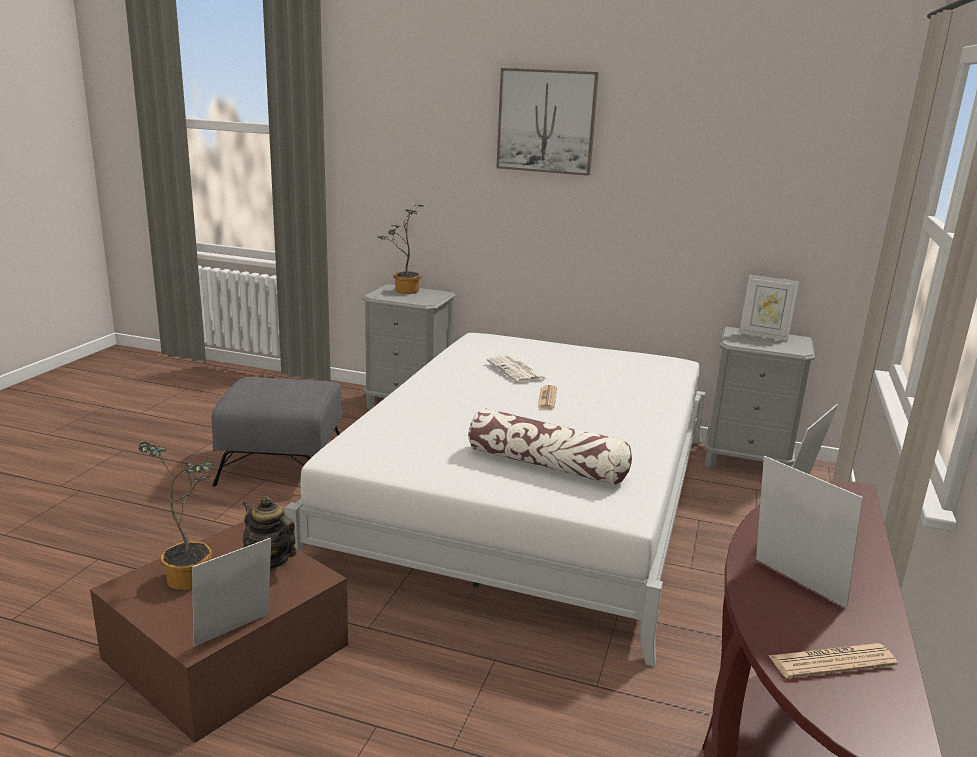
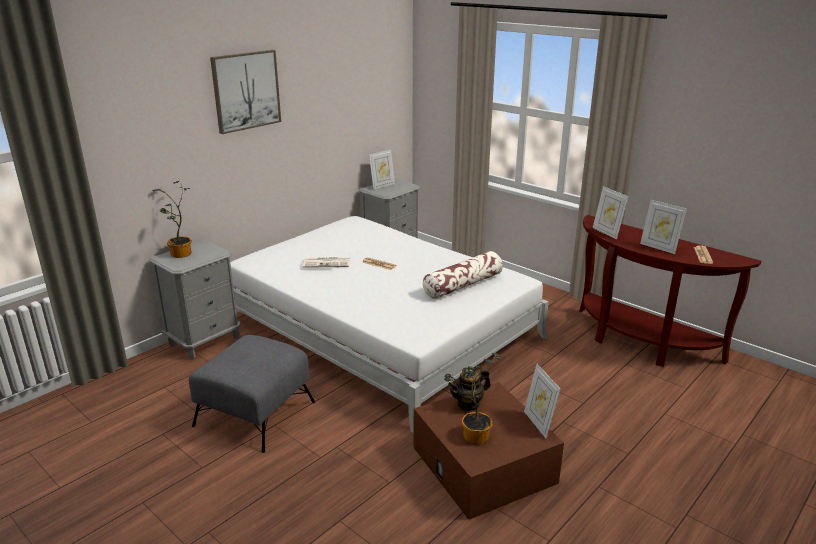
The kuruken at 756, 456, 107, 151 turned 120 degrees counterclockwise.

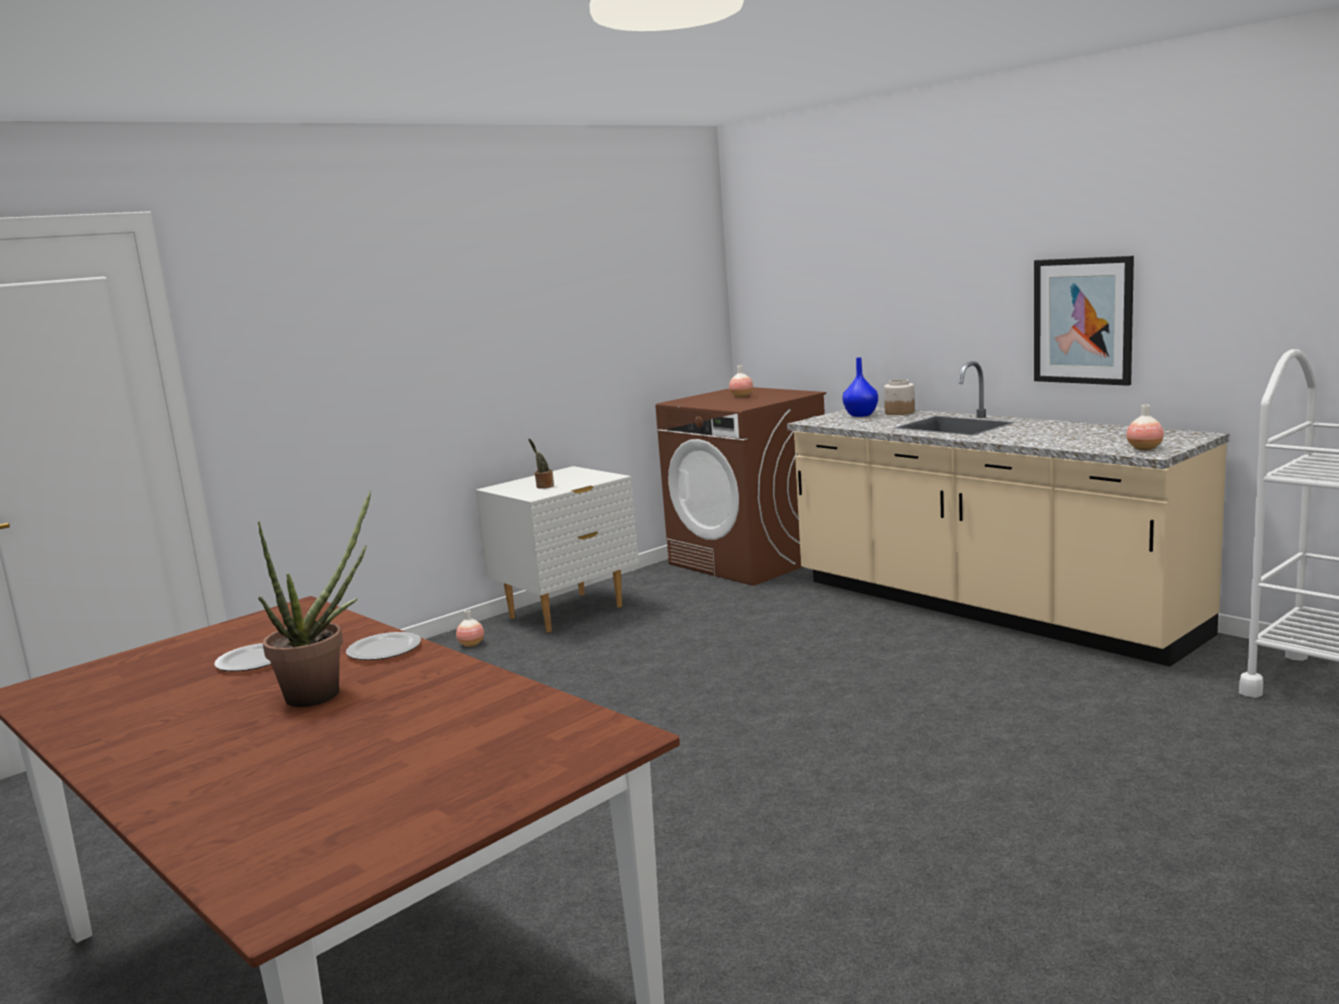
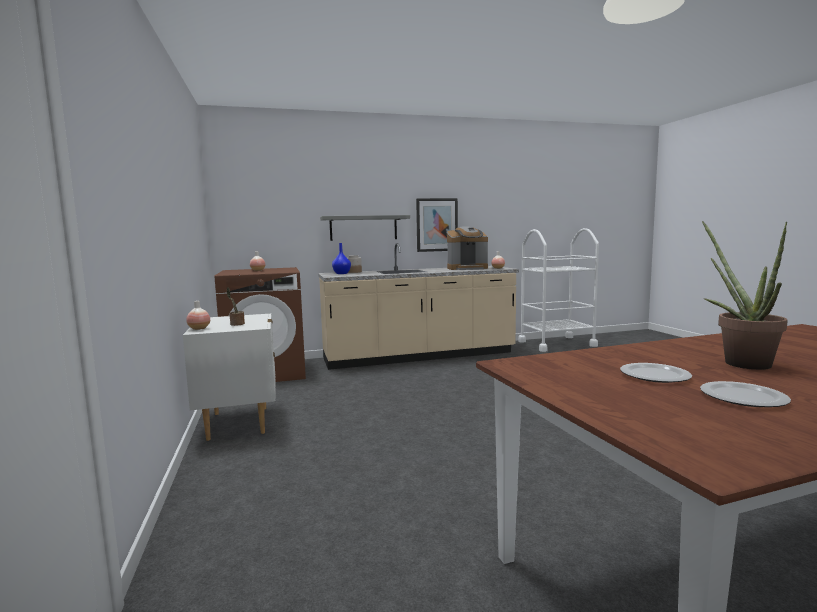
The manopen moved from 346, 632, 75, 28 to 700, 381, 91, 26. The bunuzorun moved from 456, 610, 28, 37 to 186, 301, 24, 29. The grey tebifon at 320, 215, 90, 26 appeared. The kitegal at 447, 226, 41, 44 appeared.

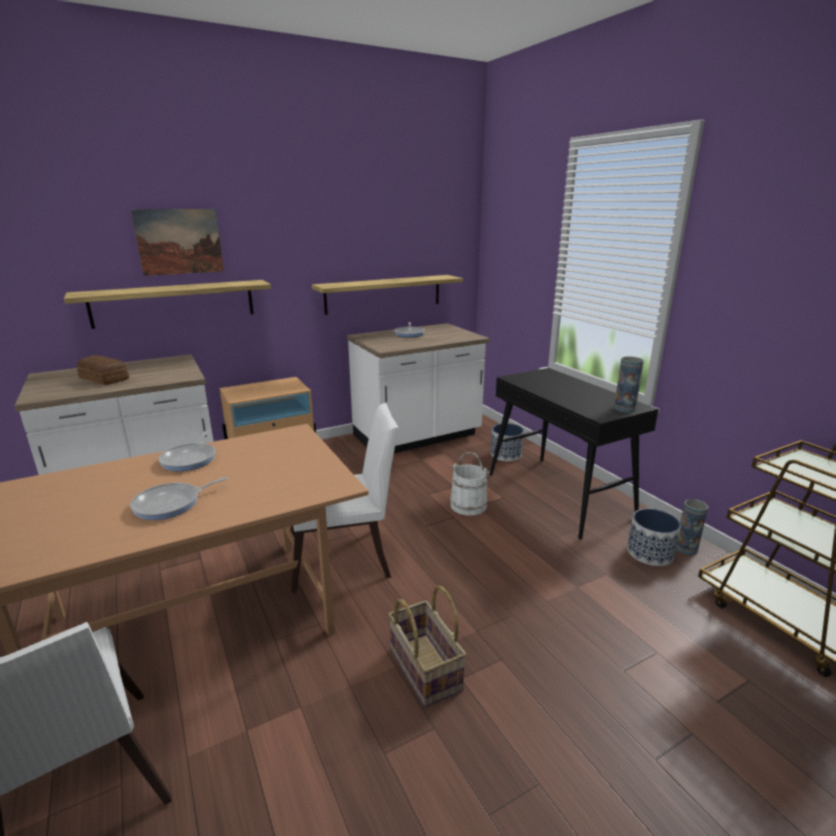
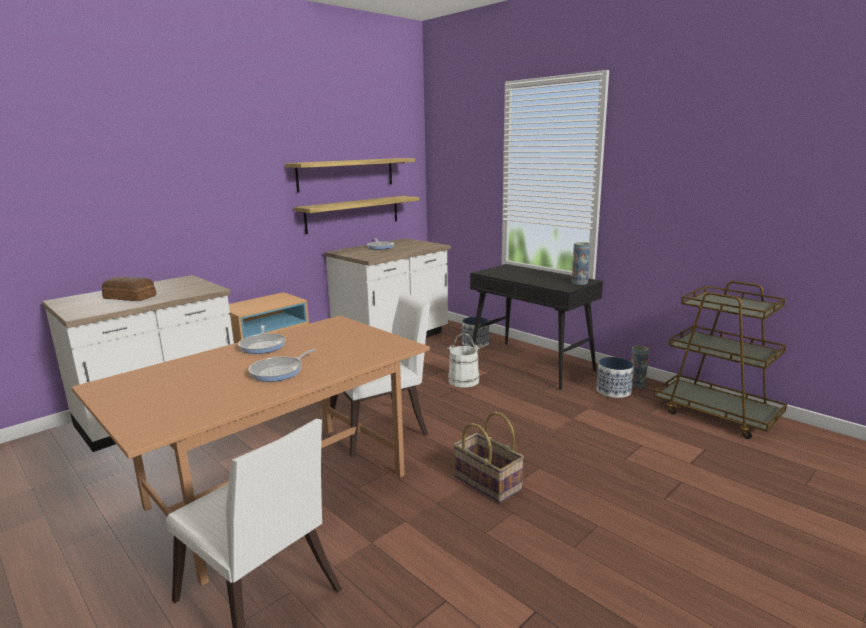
The tebifon moved from 64, 280, 207, 49 to 285, 158, 130, 34. The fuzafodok at 131, 209, 93, 67 disappeared.

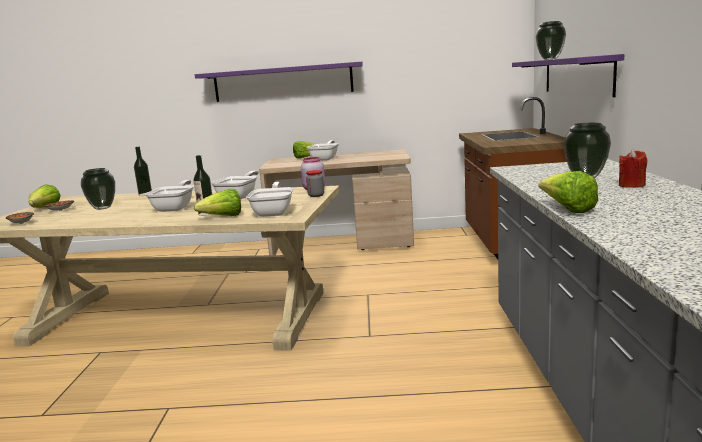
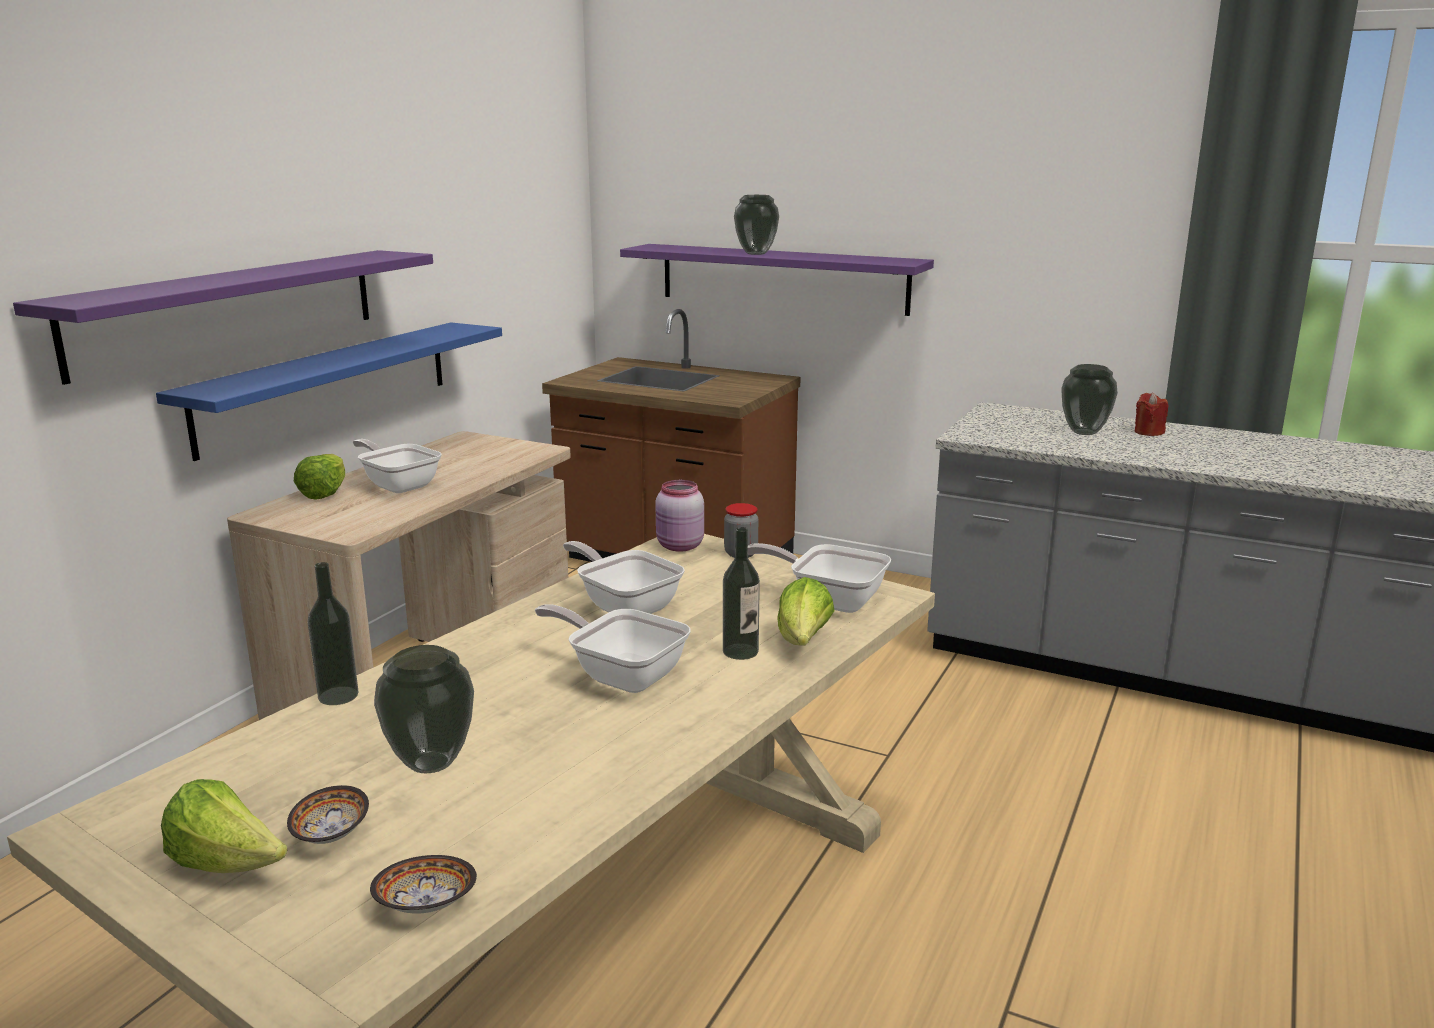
The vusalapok at 538, 171, 60, 42 disappeared. The blue tebifon at 156, 322, 346, 139 appeared.

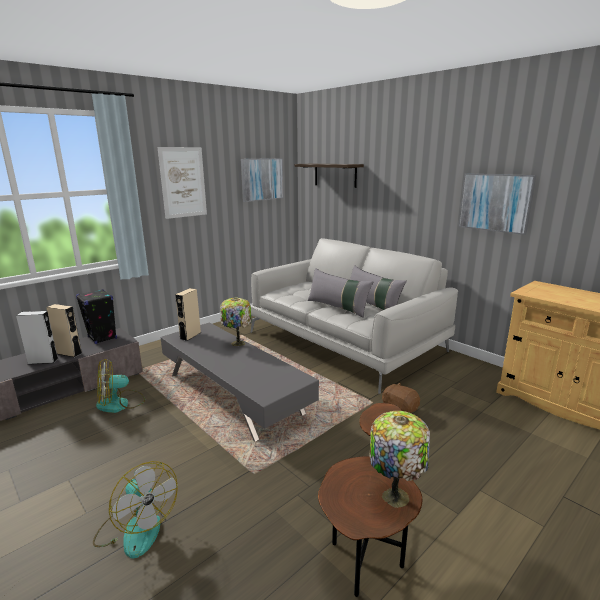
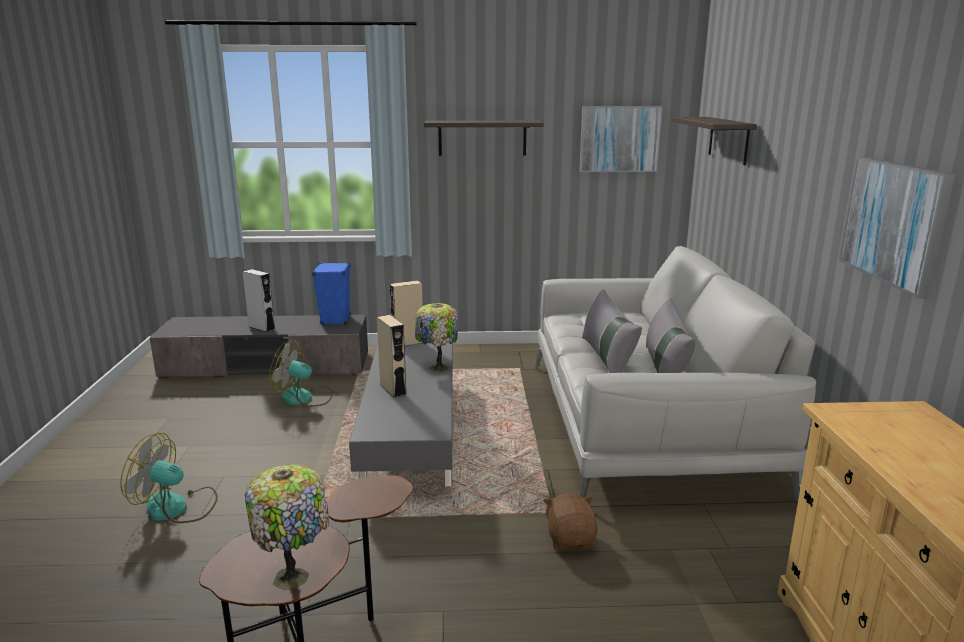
The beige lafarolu moved from 46, 304, 36, 53 to 377, 315, 30, 83. The black lafarolu at 76, 289, 41, 55 became the blue lafarolu at 312, 262, 39, 63. The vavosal at 93, 461, 85, 98 turned 105 degrees clockwise. The fuzafodok at 157, 147, 50, 72 was replaced by the tebifon at 424, 120, 120, 36.

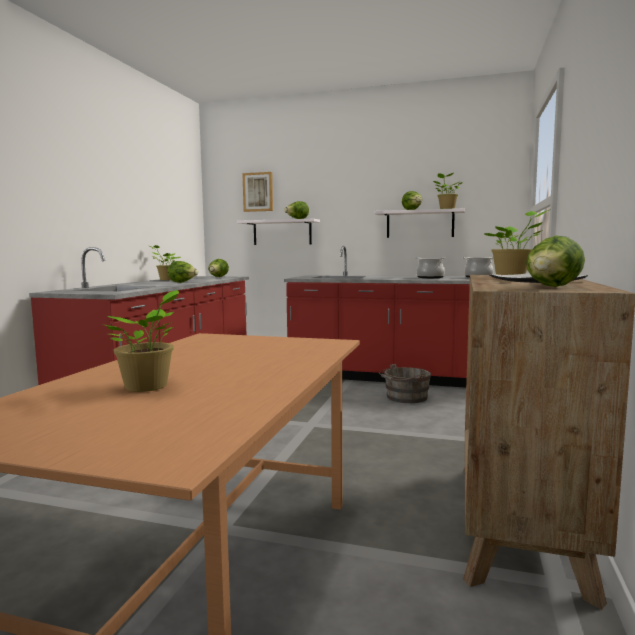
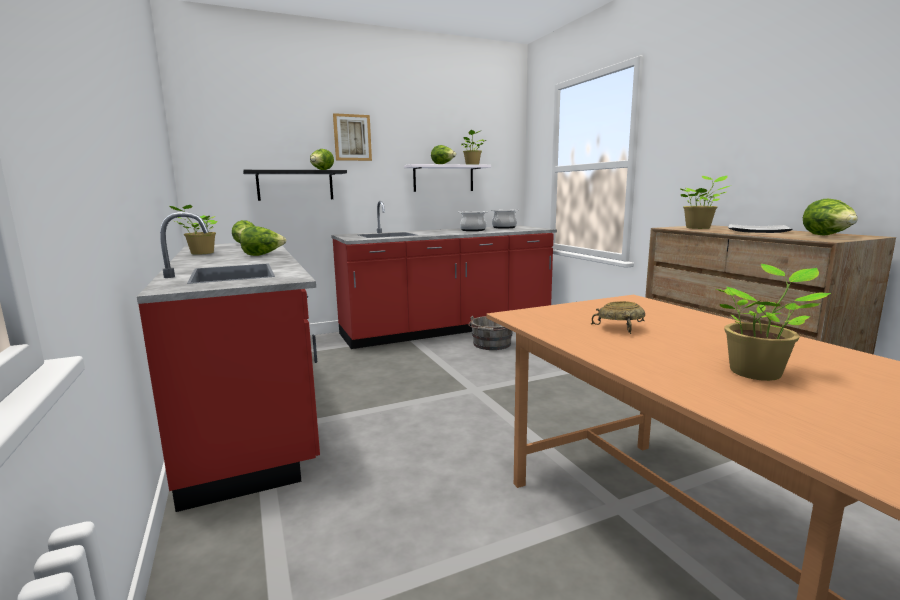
The white tebifon at 237, 219, 83, 26 became the black tebifon at 243, 170, 104, 31. The fuzafodok moved from 242, 172, 31, 40 to 333, 113, 39, 48. The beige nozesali at 591, 301, 54, 33 appeared.

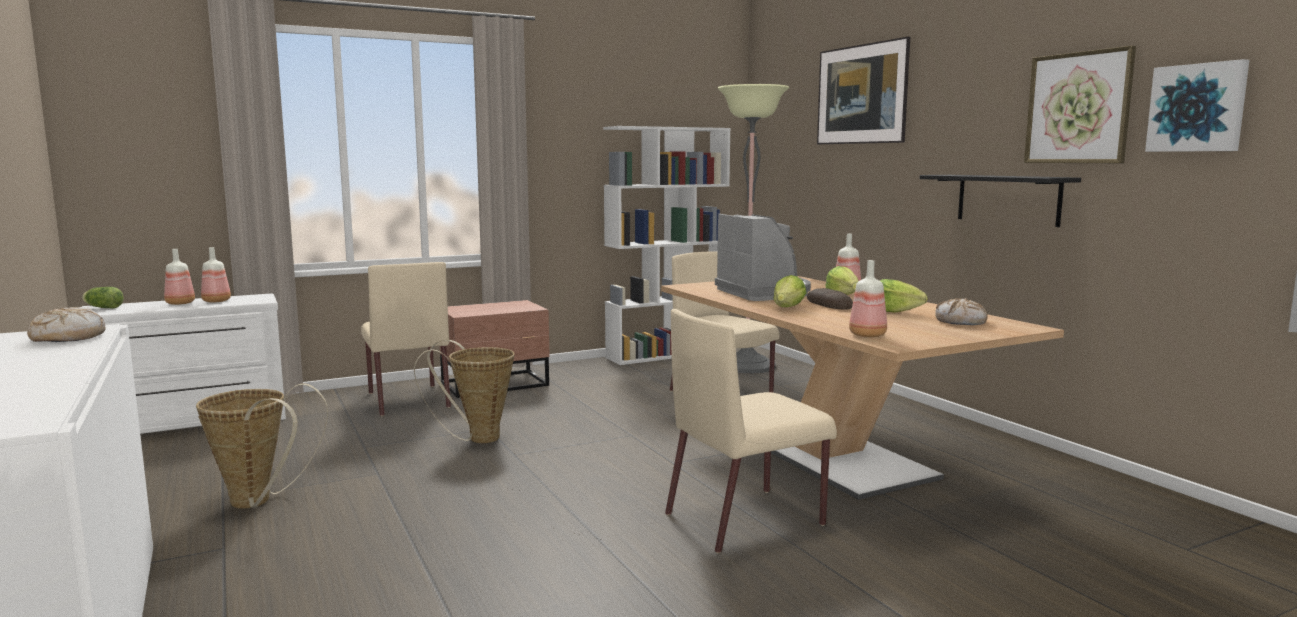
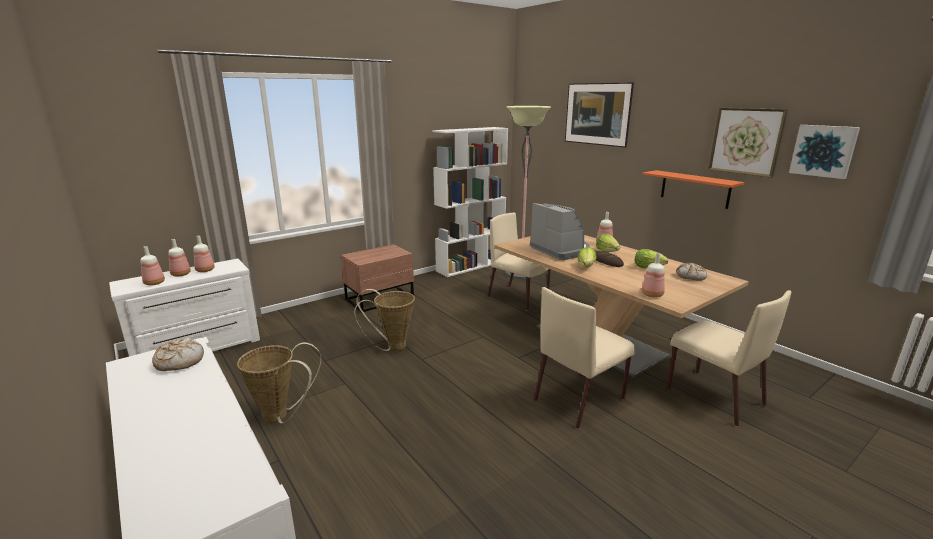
The vusalapok at 82, 287, 42, 22 disappeared. The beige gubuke moved from 361, 262, 90, 154 to 667, 290, 124, 136. The black tebifon at 920, 175, 161, 52 became the orange tebifon at 642, 170, 102, 39. The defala at 140, 246, 25, 40 appeared.

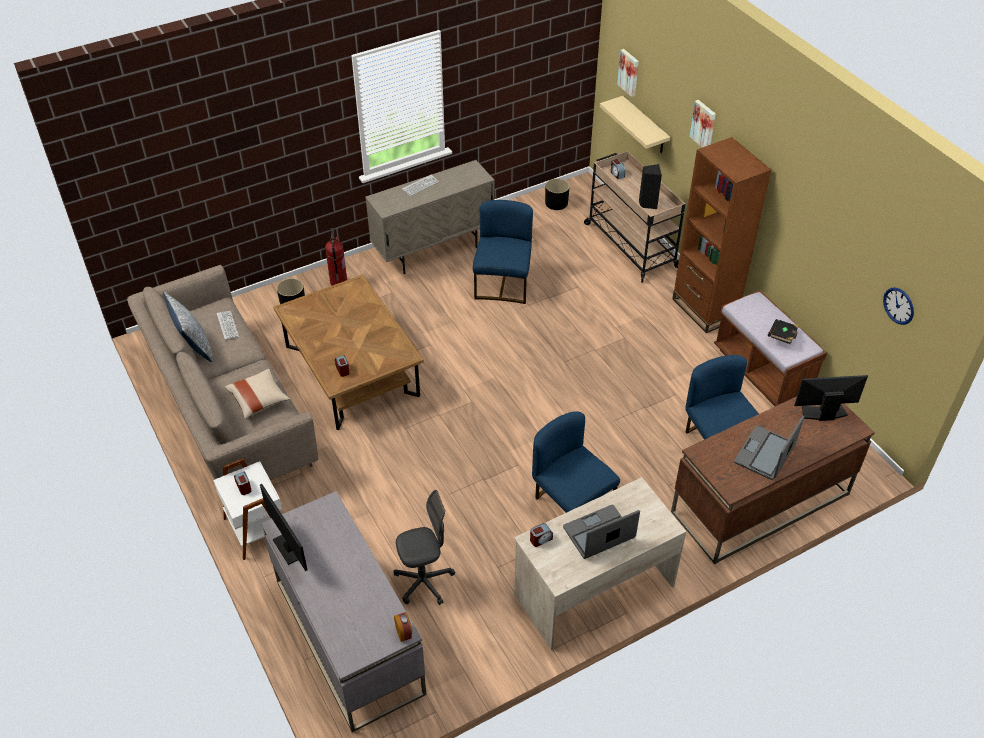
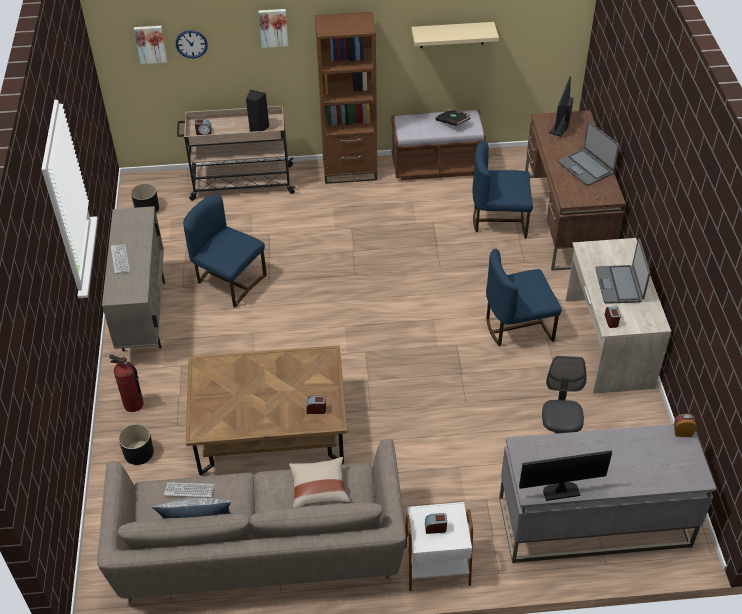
The beige tebifon moved from 600, 96, 70, 57 to 411, 22, 88, 26. The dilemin moved from 883, 287, 31, 38 to 176, 30, 32, 28.

